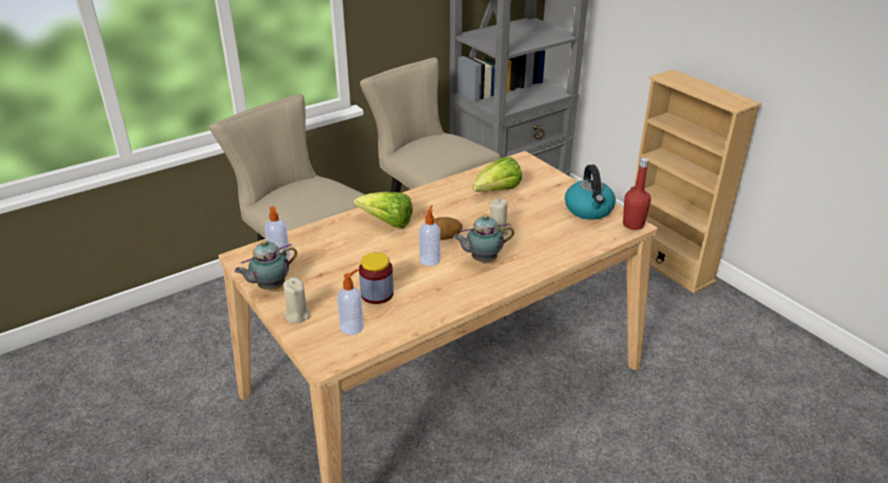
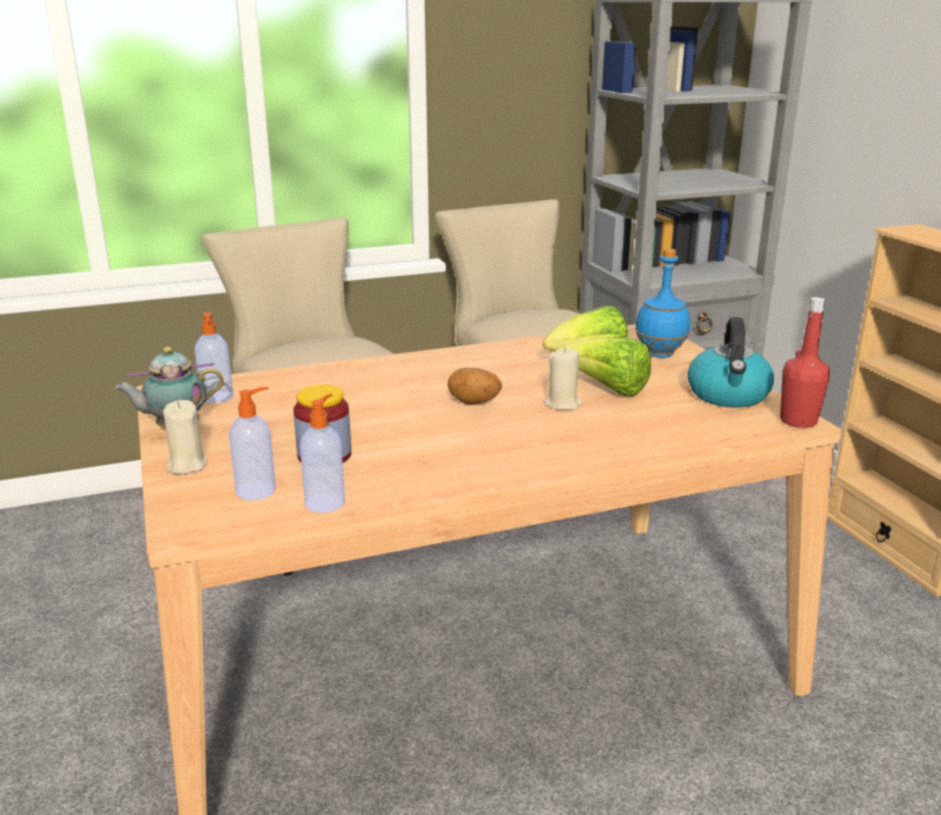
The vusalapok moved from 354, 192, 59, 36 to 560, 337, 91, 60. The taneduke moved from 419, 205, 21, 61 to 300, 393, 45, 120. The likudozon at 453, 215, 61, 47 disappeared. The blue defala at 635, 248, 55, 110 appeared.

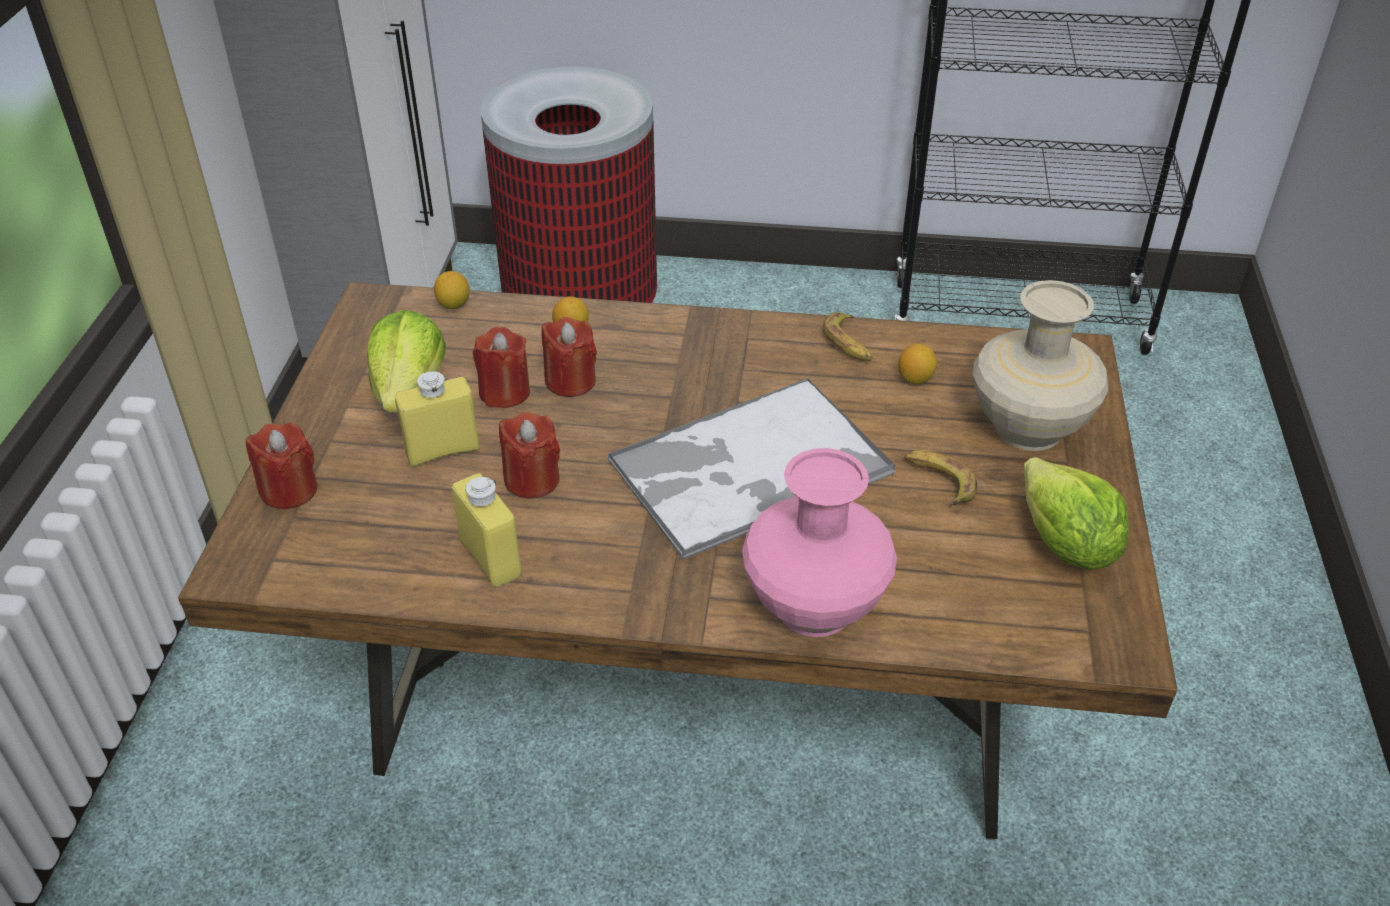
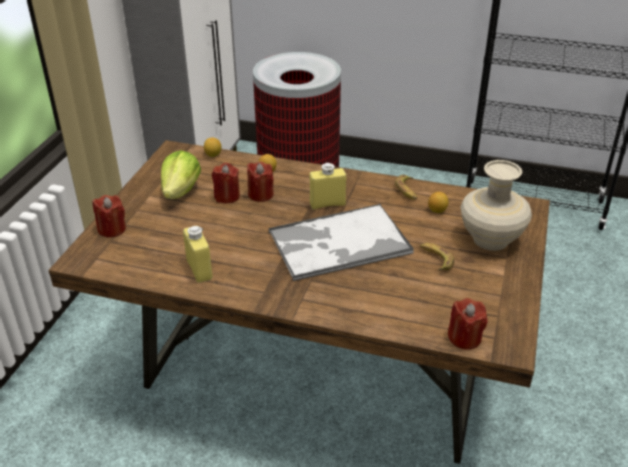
The yellow defala moved from 395, 371, 85, 96 to 309, 163, 37, 46. The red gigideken moved from 499, 412, 61, 86 to 448, 298, 40, 52. The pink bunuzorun at 742, 448, 155, 189 disappeared. The vusalapok at 1023, 457, 106, 113 disappeared.

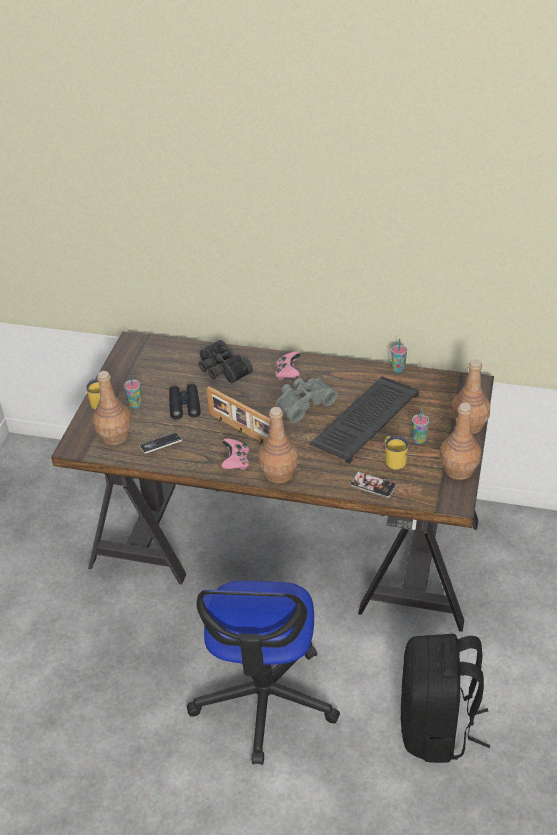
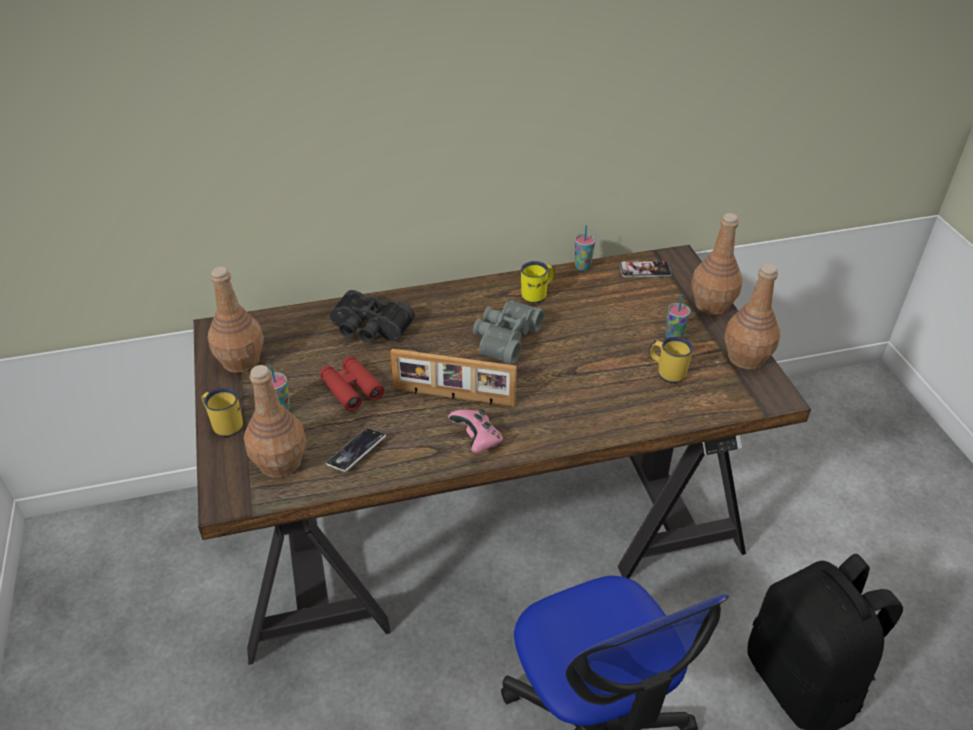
The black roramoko at 169, 384, 32, 35 became the red roramoko at 320, 356, 64, 55. The brown defala moved from 259, 407, 40, 76 to 208, 267, 56, 106. The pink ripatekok at 275, 352, 26, 28 disappeared. The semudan at 310, 377, 109, 87 disappeared. The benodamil moved from 350, 471, 46, 27 to 620, 259, 52, 18. The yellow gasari at 521, 261, 34, 42 appeared.

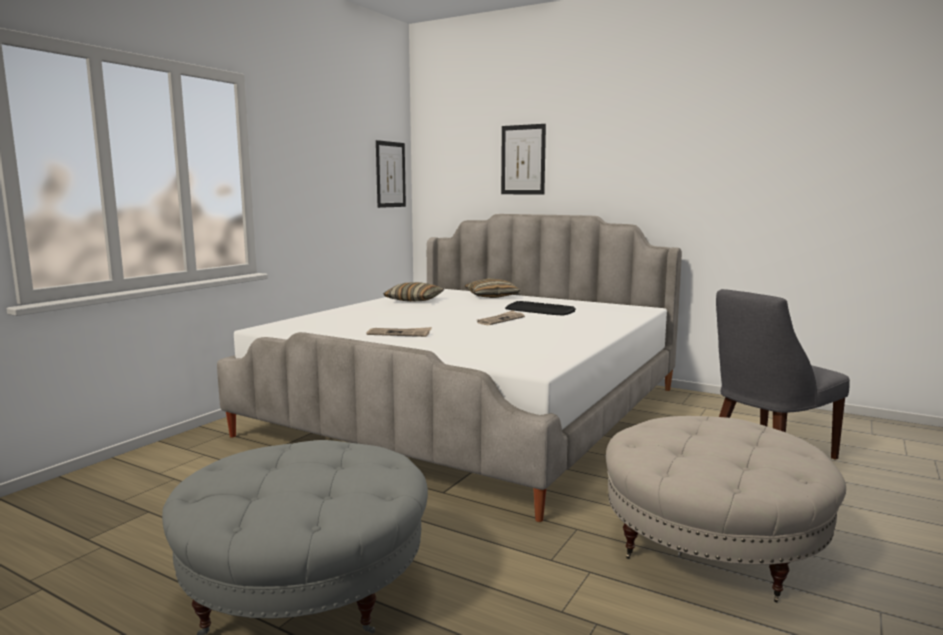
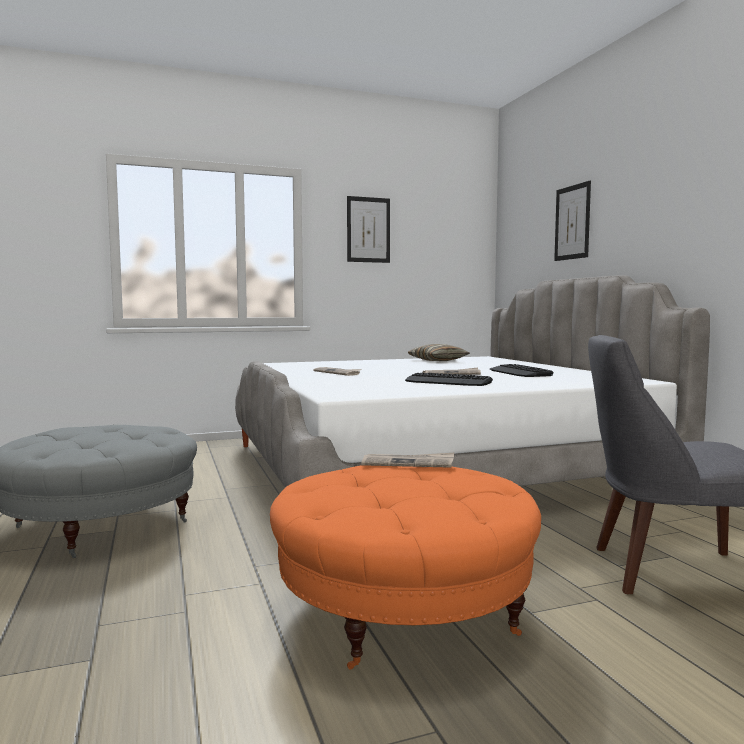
The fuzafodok moved from 376, 140, 30, 68 to 347, 196, 43, 67. The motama at 464, 278, 56, 20 disappeared. The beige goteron at 606, 416, 240, 187 became the orange goteron at 270, 465, 271, 204. The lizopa at 361, 453, 93, 15 appeared. The semudan at 405, 372, 88, 14 appeared.

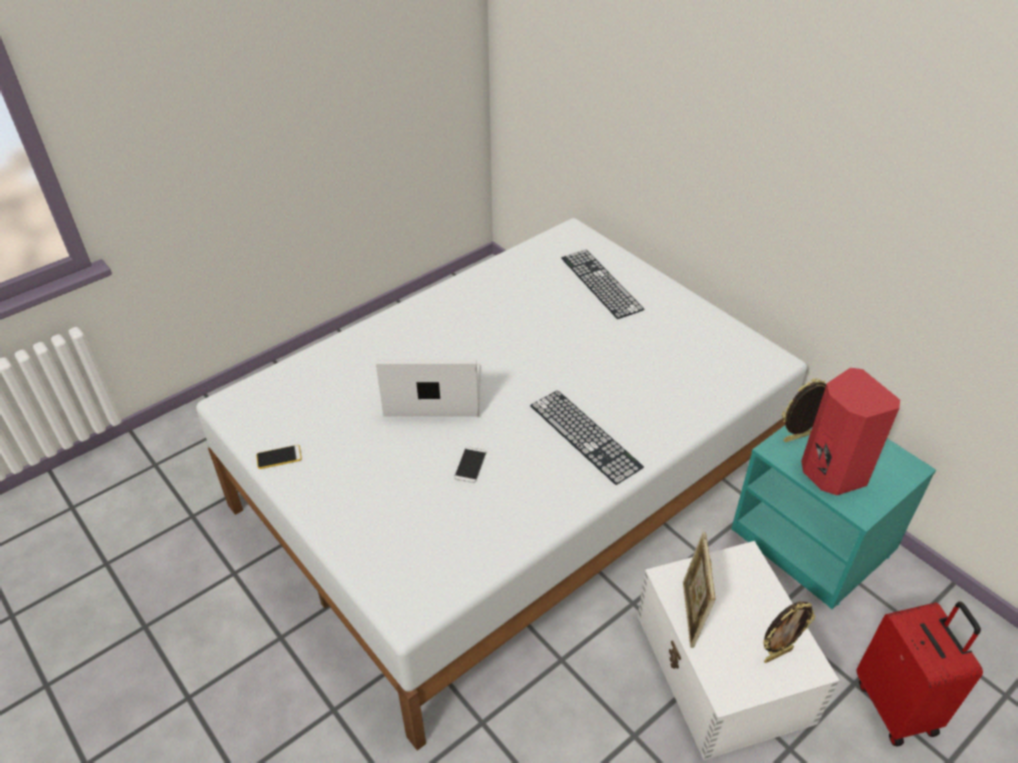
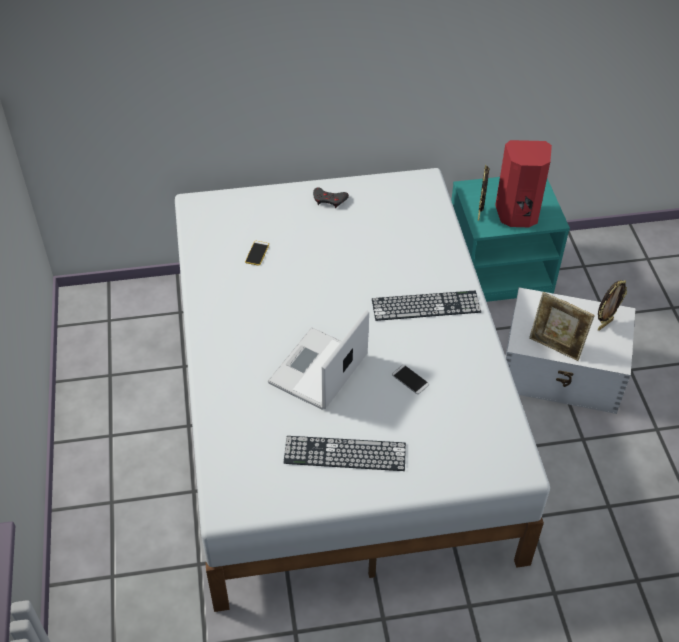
The benodamil moved from 256, 445, 46, 24 to 245, 241, 24, 25. The semudan moved from 561, 250, 83, 69 to 284, 436, 122, 35. The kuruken at 763, 601, 52, 62 turned 45 degrees clockwise. The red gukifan at 857, 602, 126, 144 disappeared. The grey ripatekok at 313, 188, 36, 20 appeared.

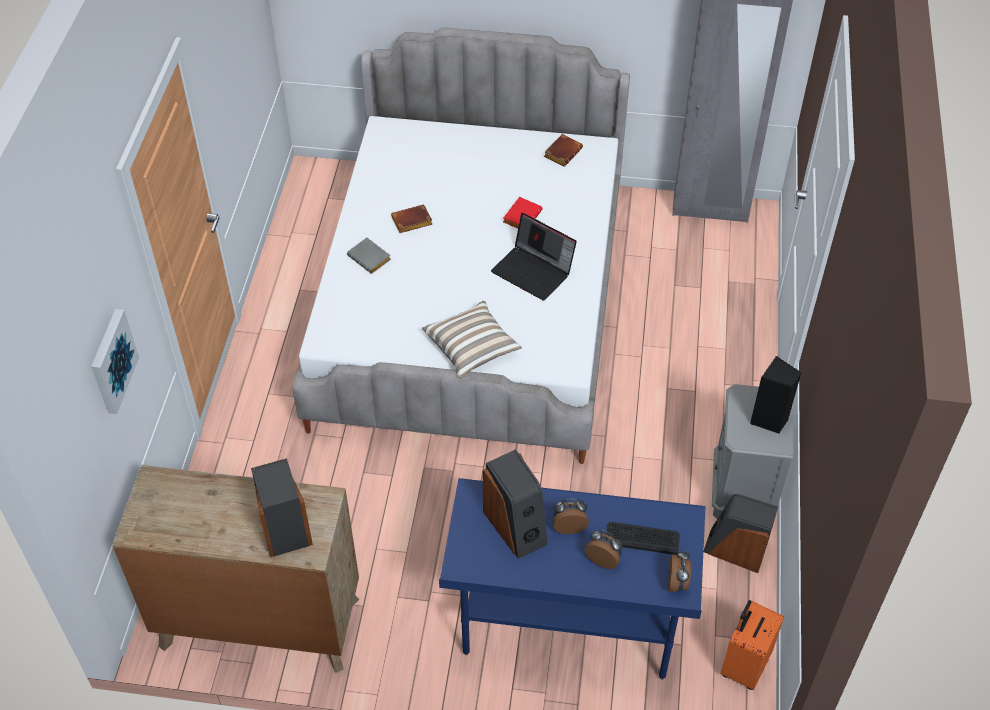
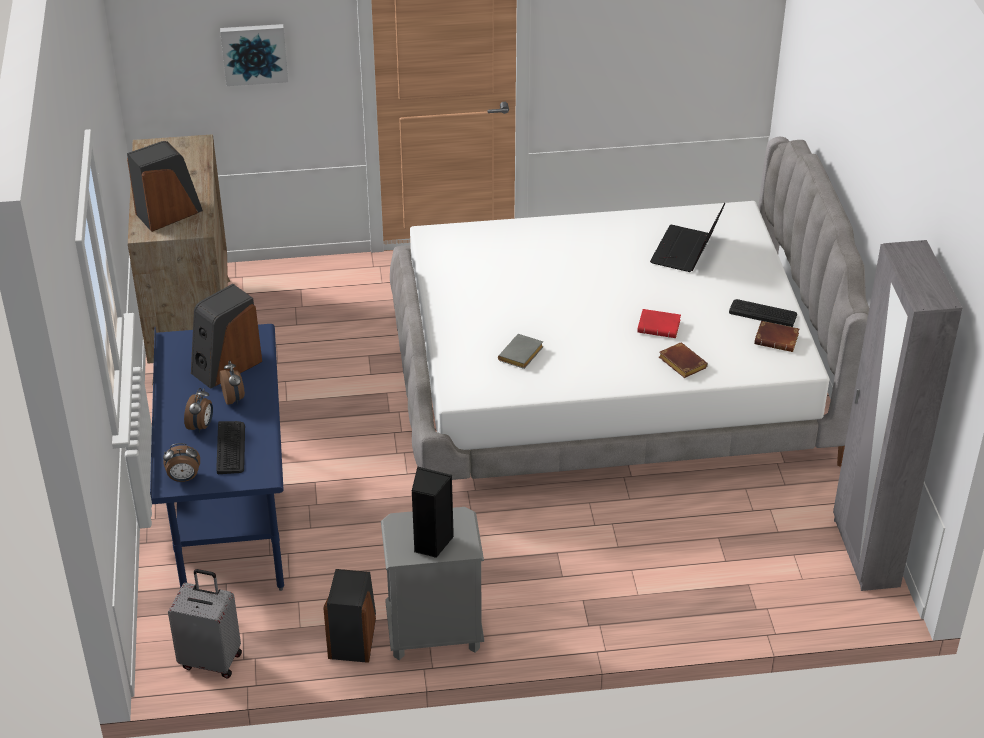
The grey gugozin moved from 347, 238, 44, 36 to 498, 334, 46, 35. The brown gugozin moved from 391, 204, 41, 29 to 659, 342, 49, 36. The motama at 422, 301, 100, 78 disappeared. The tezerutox moved from 491, 213, 86, 88 to 650, 202, 75, 70. The orange gukifan at 721, 600, 63, 90 became the grey gukifan at 168, 569, 74, 110. The semudan at 729, 299, 68, 28 appeared.

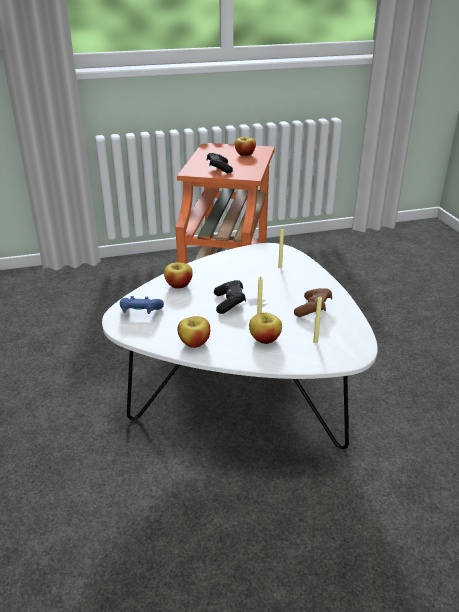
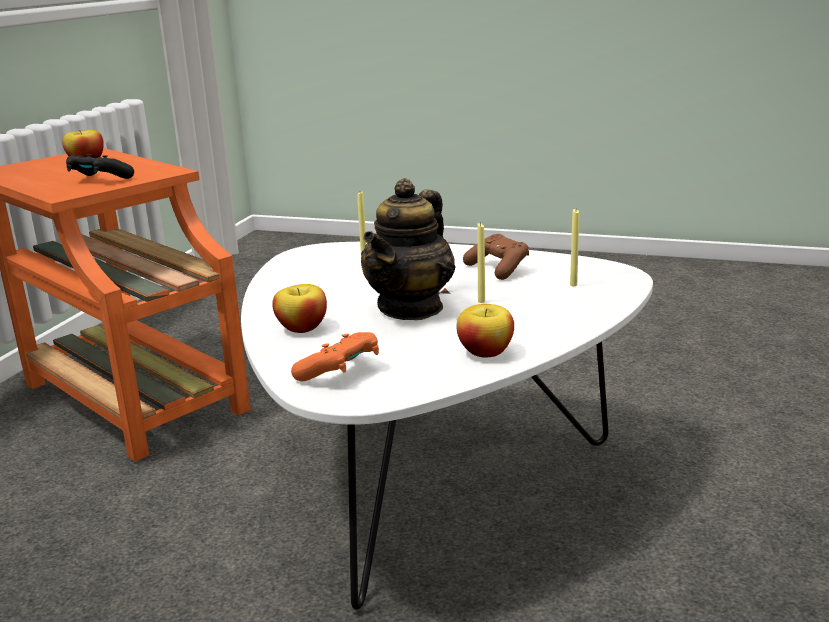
The blue ripatekok at 120, 296, 44, 18 became the orange ripatekok at 291, 332, 88, 49. The black ripatekok at 214, 280, 32, 34 was replaced by the likudozon at 361, 178, 95, 142. The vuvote at 249, 313, 33, 31 disappeared.

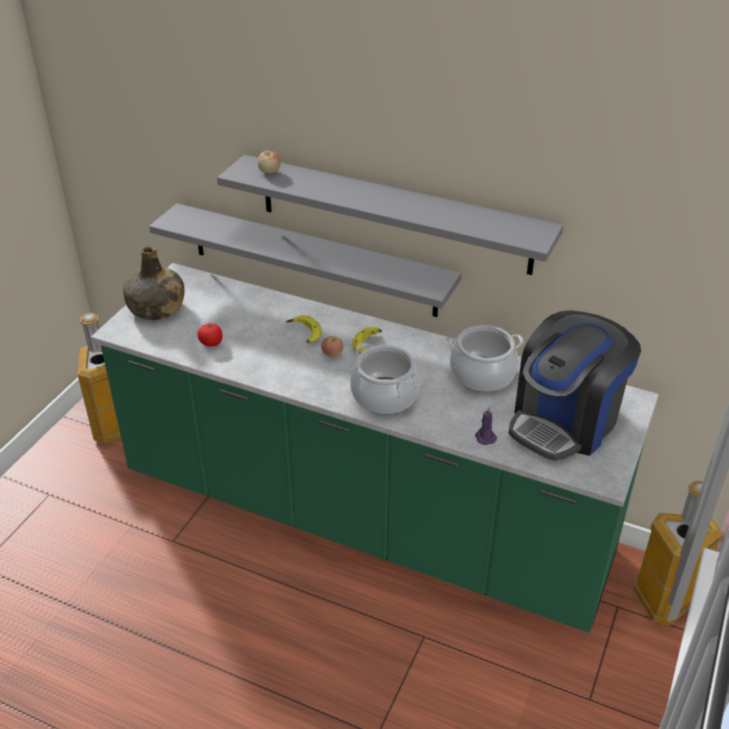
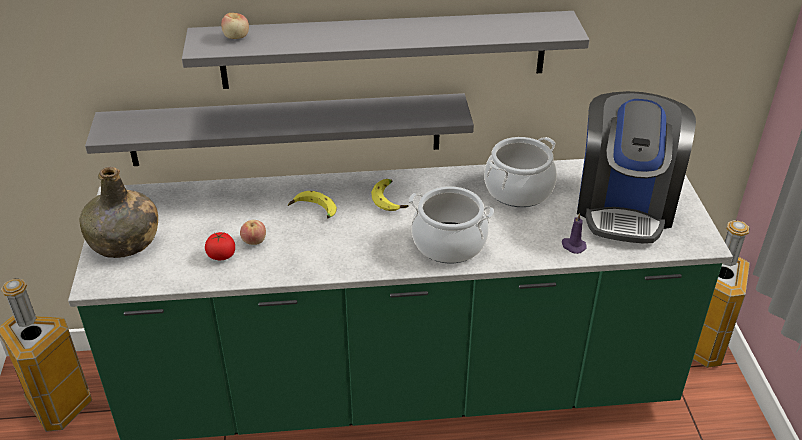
The vuvote moved from 321, 336, 22, 22 to 240, 220, 26, 25.

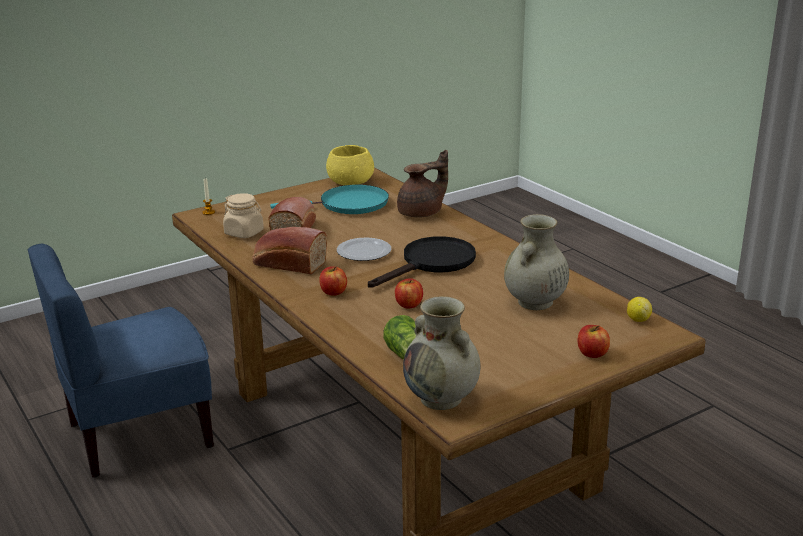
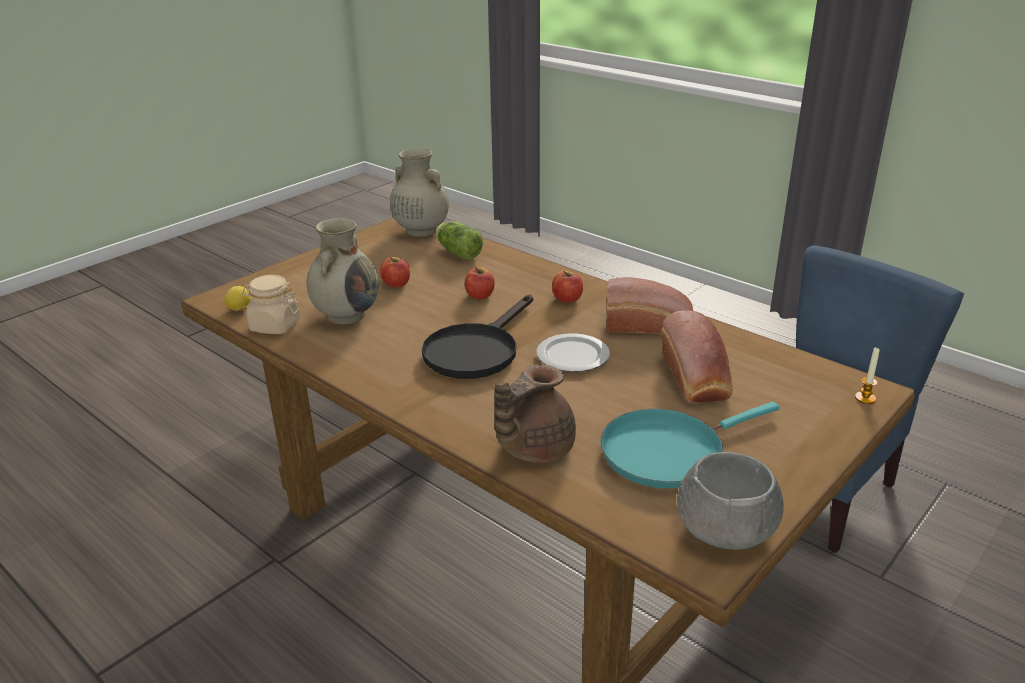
The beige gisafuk moved from 223, 193, 41, 45 to 242, 275, 58, 59. The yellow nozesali at 326, 145, 48, 40 became the grey nozesali at 677, 452, 107, 98. The vuvote moved from 577, 325, 33, 33 to 380, 257, 30, 30.

